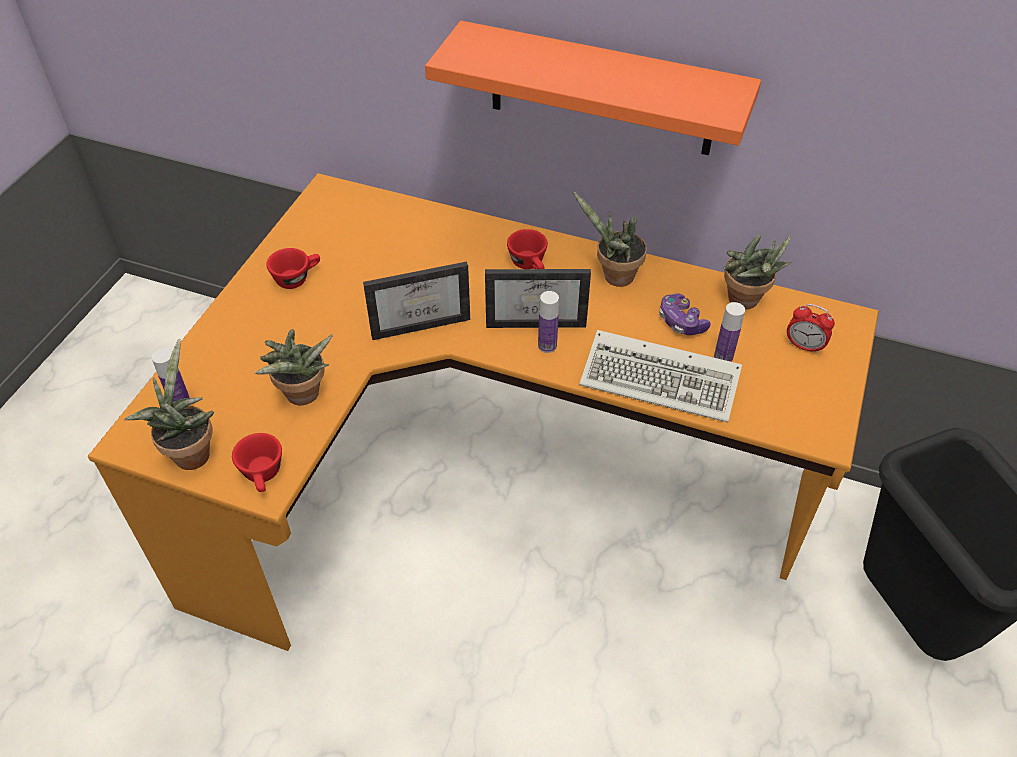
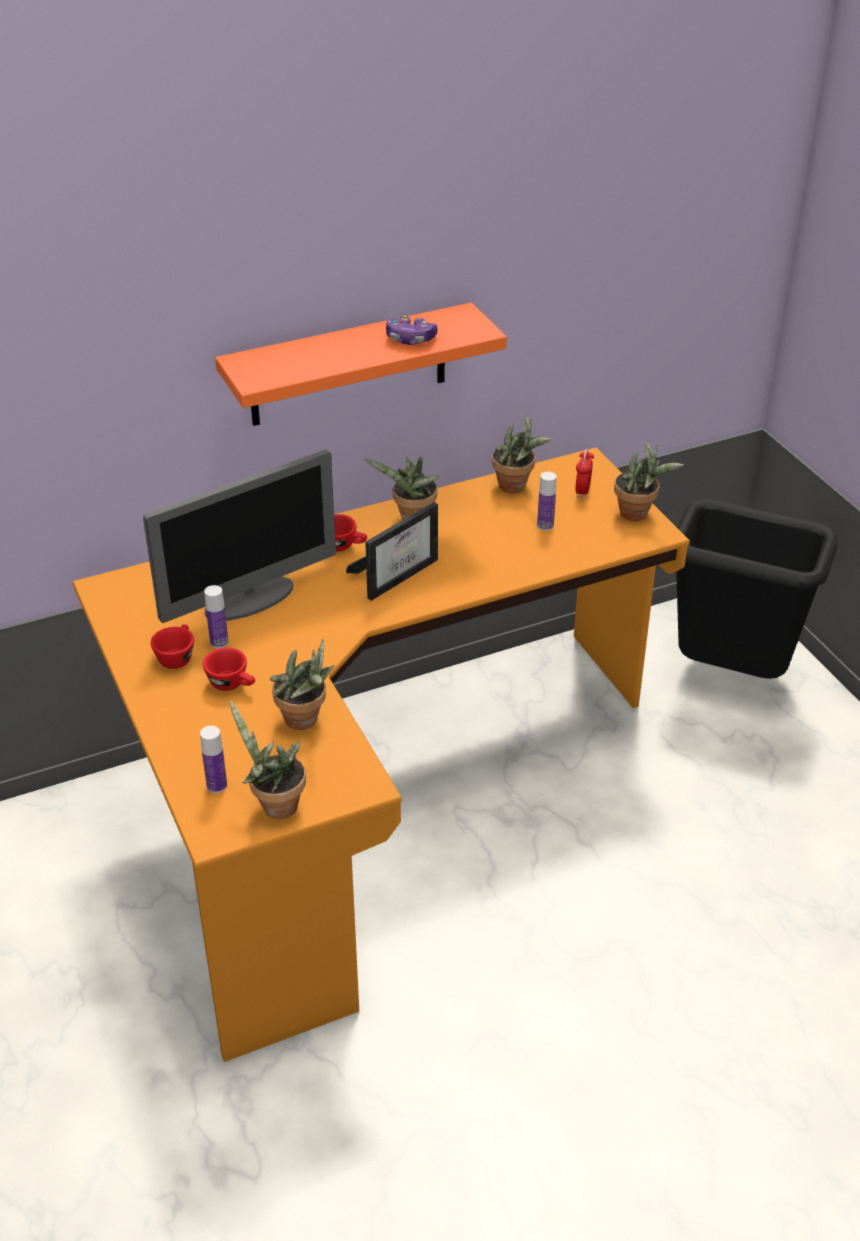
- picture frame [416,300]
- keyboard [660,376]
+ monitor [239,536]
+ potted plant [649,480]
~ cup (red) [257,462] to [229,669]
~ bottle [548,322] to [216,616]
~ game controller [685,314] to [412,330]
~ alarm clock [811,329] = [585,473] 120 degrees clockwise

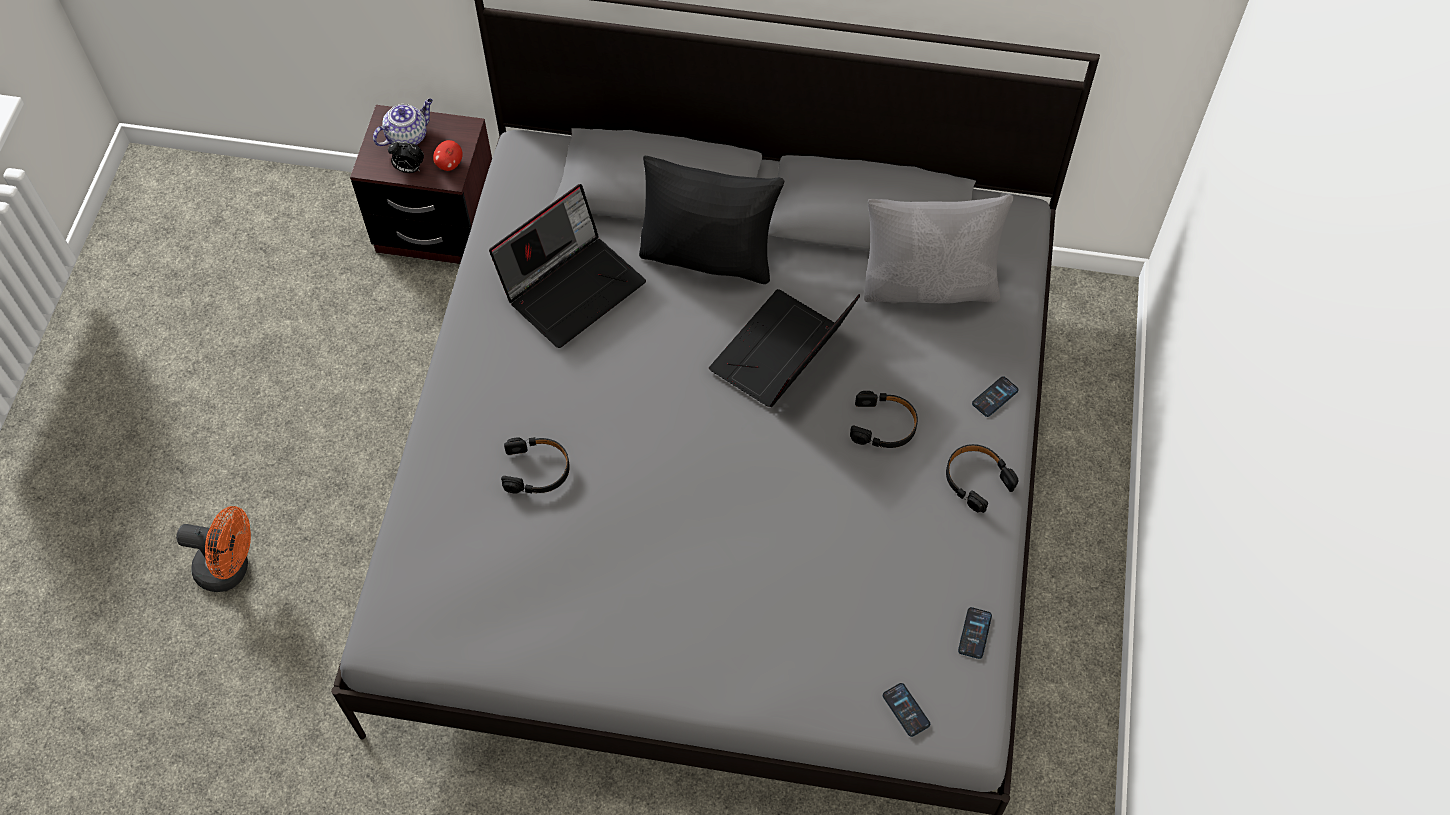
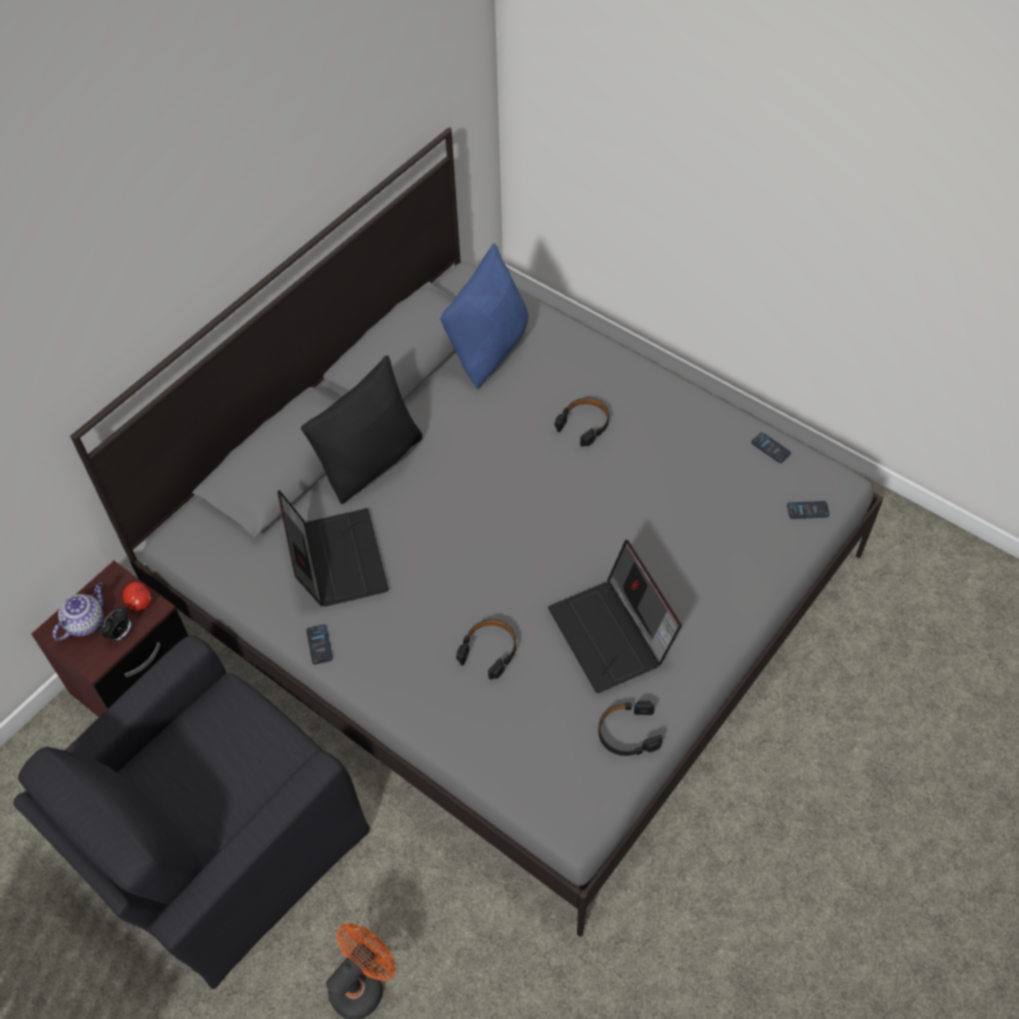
+ armchair (black) [191,812]
~ laptop [784,348] to [615,616]
~ headphones (black) [982,478] to [630,728]
~ phone [995,396] to [319,645]
~ pillow (grey) [938,249] to pillow (blue) [484,316]
~ teapot [403,122] = [78,612] 45 degrees clockwise

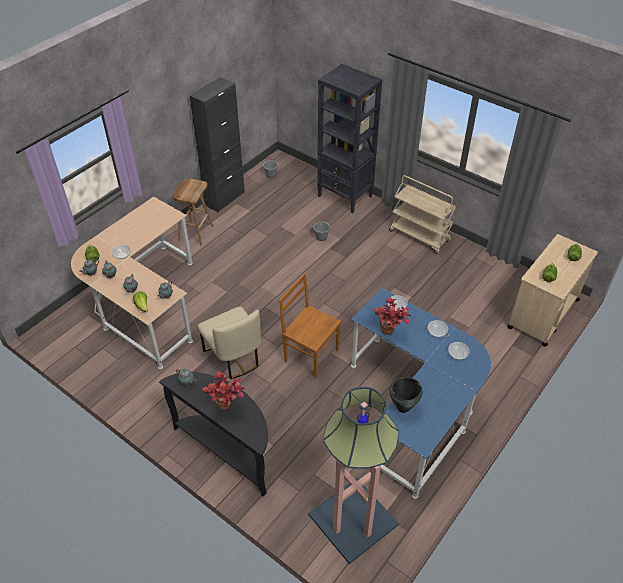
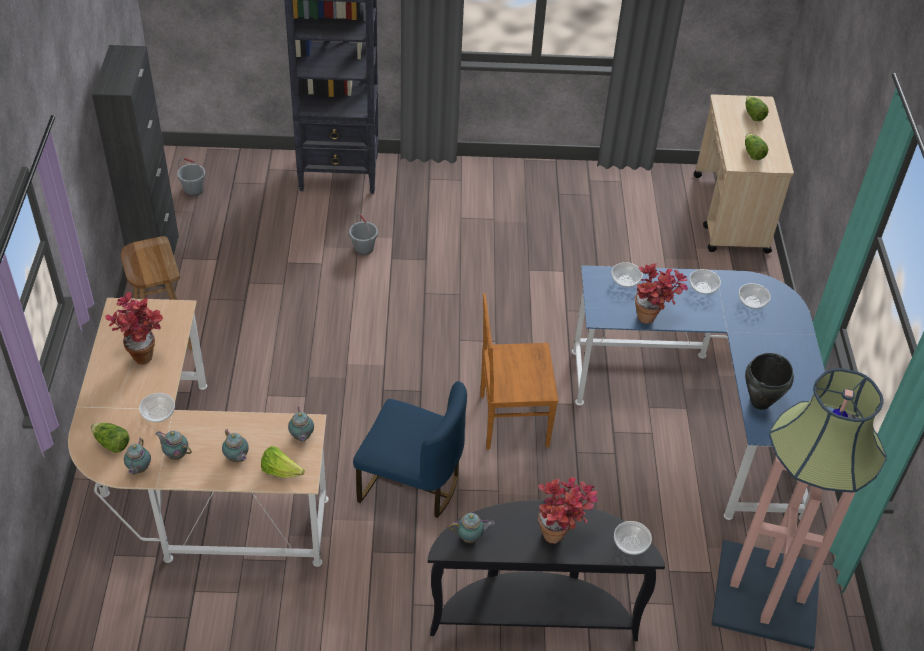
- cart (beige) [422,214]
+ potted plant [134,328]
+ bowl [633,538]
~ chair (beige) [229,342] to chair (blue) [410,449]

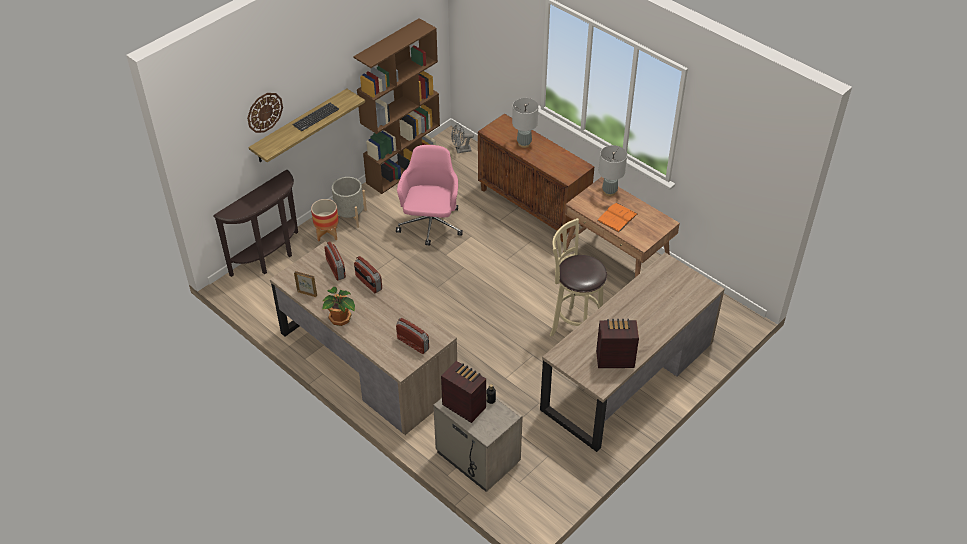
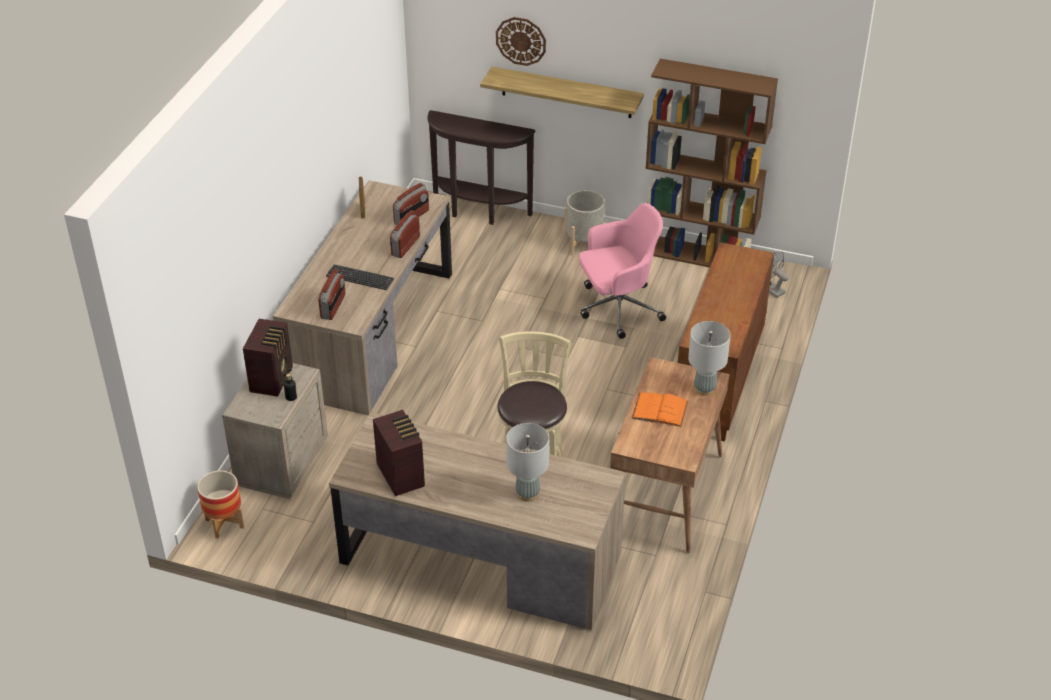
- potted plant [338,306]
~ keyboard [316,117] to [360,277]
~ planter [325,220] to [220,504]
~ table lamp (grey) [525,123] to [527,462]

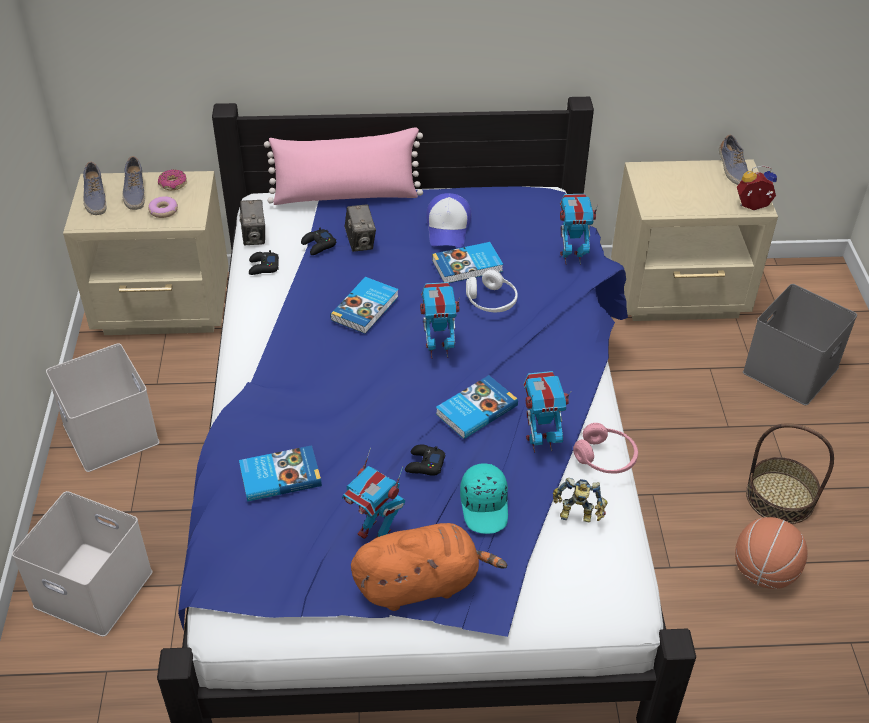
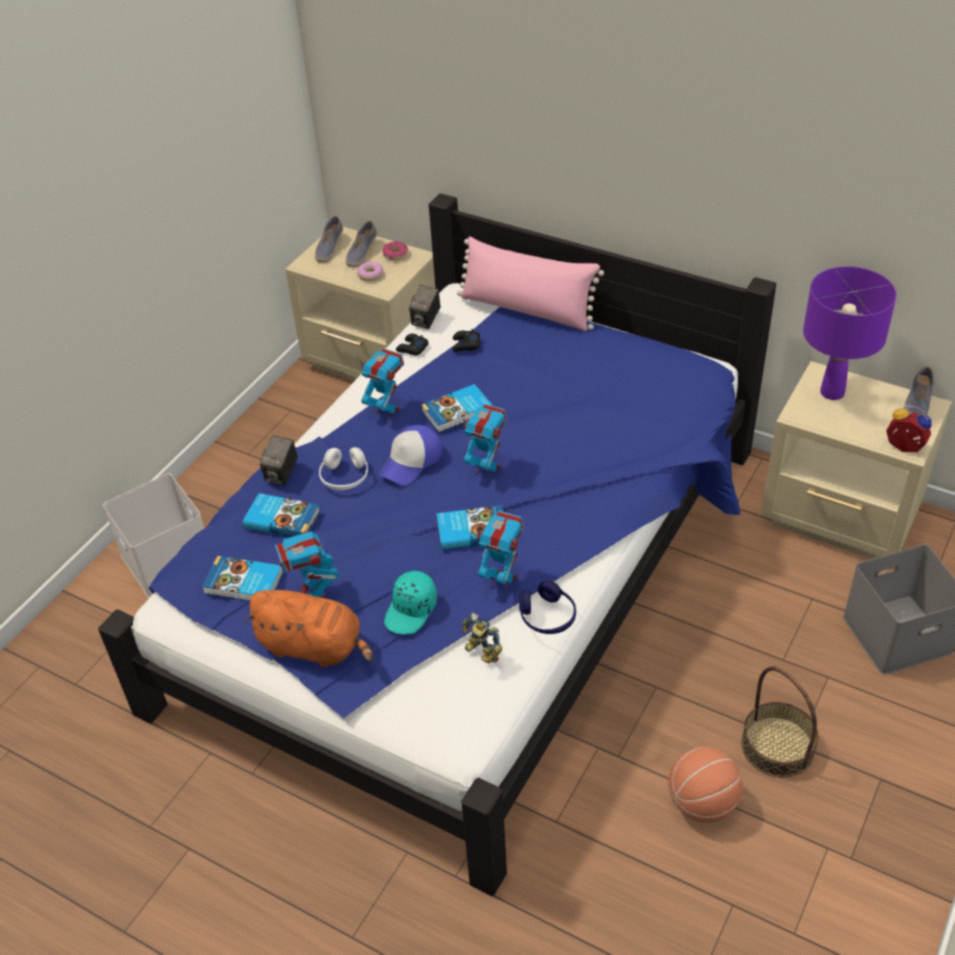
- storage box (white) [102,407]
- game controller (black) [425,460]
+ table lamp (purple) [850,333]
~ photo camera [360,228] to [279,460]
~ cap [448,220] to [411,455]
~ book [467,262] to [242,578]
~ headphones (white) [492,291] to [343,468]
~ toy robot [579,229] to [380,384]
~ headphones (pink) [605,448] to headphones (blue) [547,607]

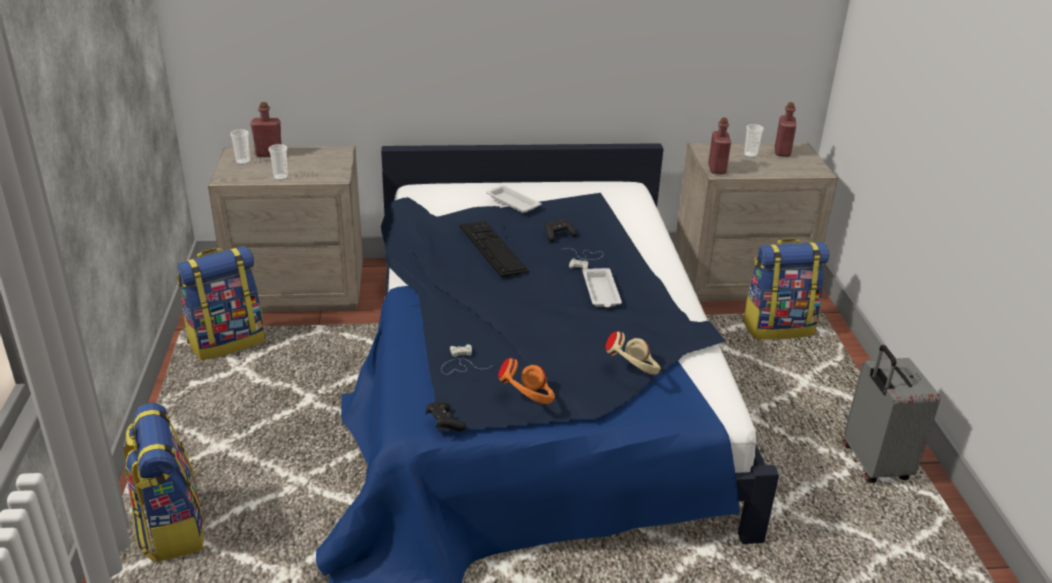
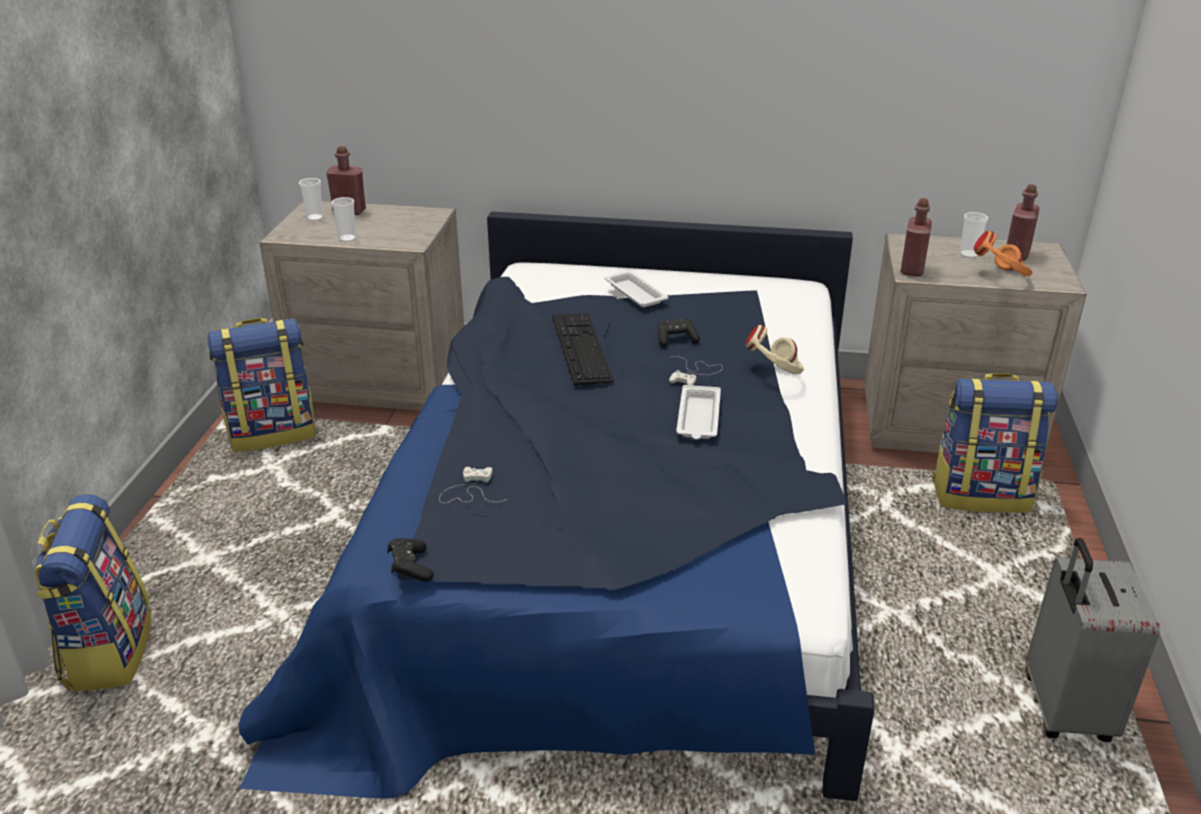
~ headphones (orange) [526,381] to [1003,253]
~ headphones (beige) [633,353] to [774,350]

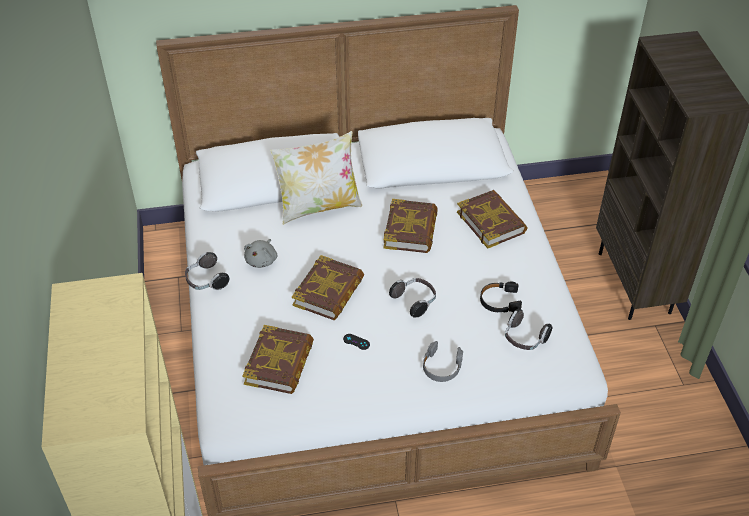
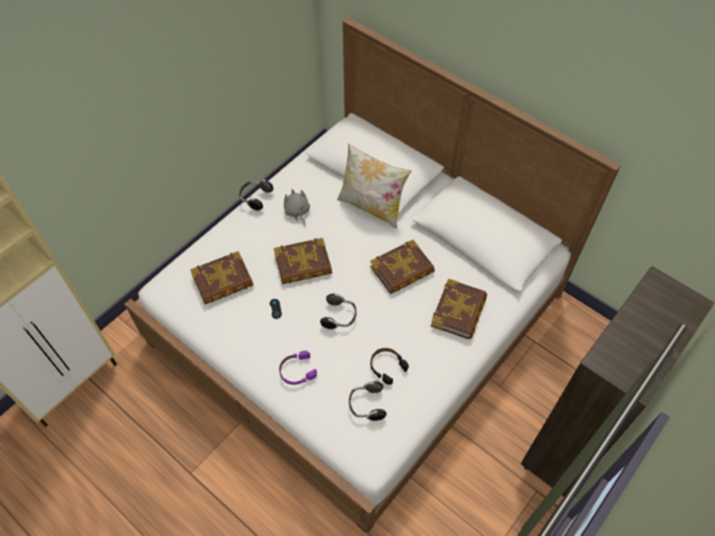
~ headphones (grey) [443,361] to headphones (purple) [298,368]
~ plush toy (grey) [260,253] = [297,207] 90 degrees clockwise

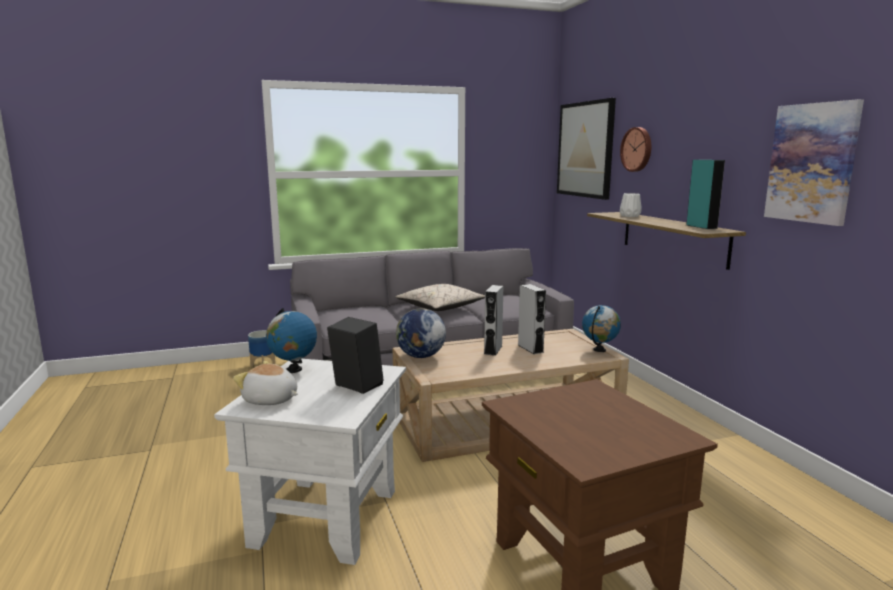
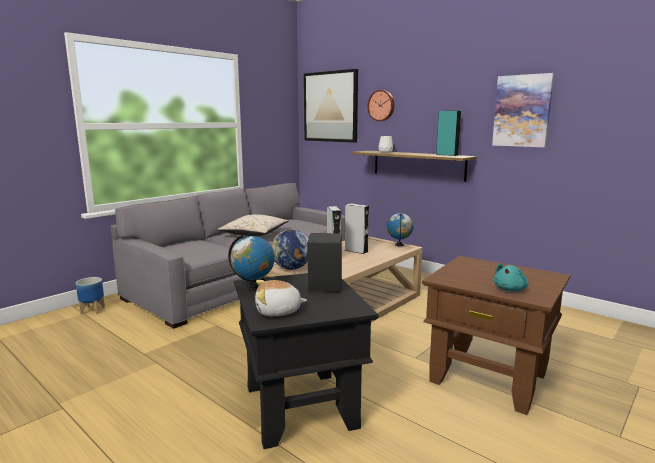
+ plush toy (turquoise) [511,277]
~ side table (white) [310,462] to side table (black) [306,361]

